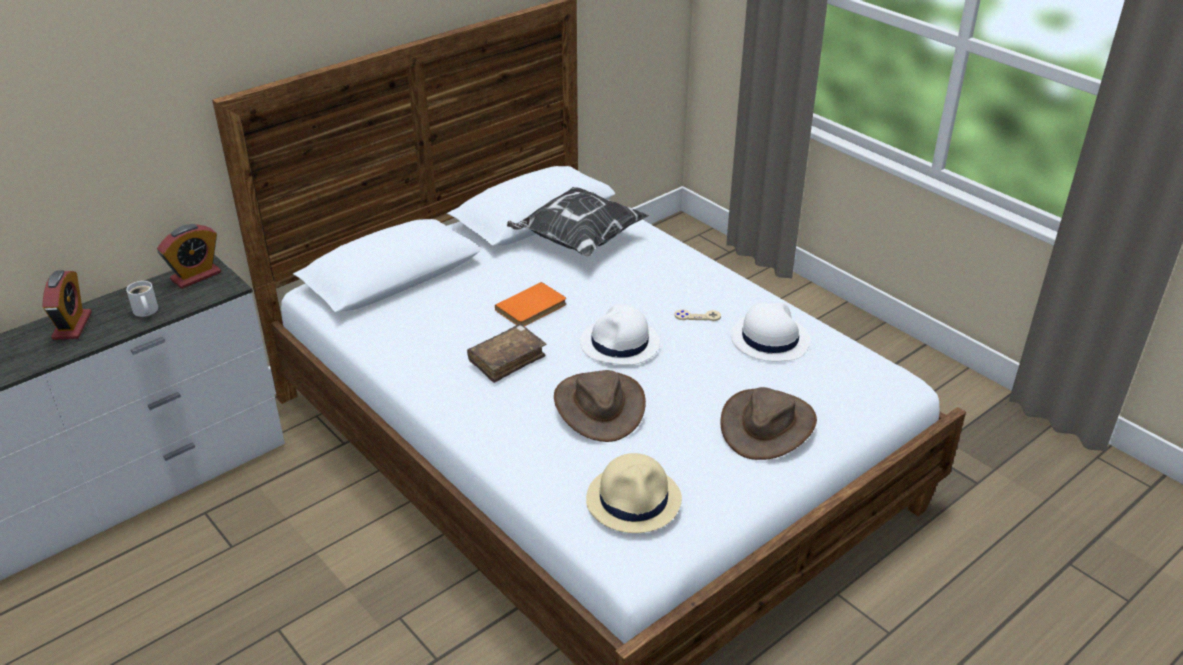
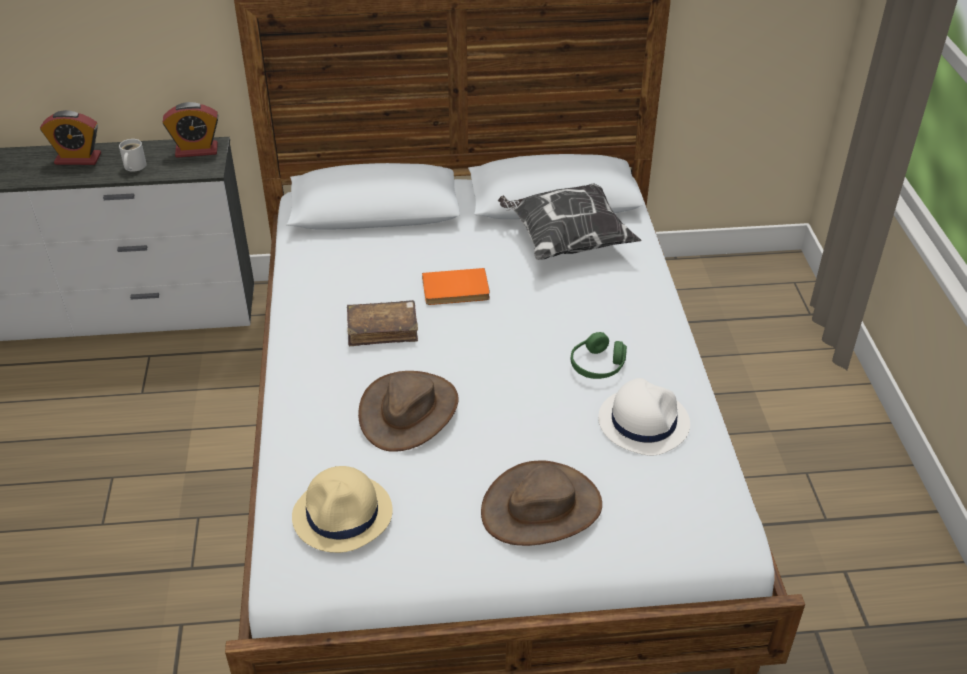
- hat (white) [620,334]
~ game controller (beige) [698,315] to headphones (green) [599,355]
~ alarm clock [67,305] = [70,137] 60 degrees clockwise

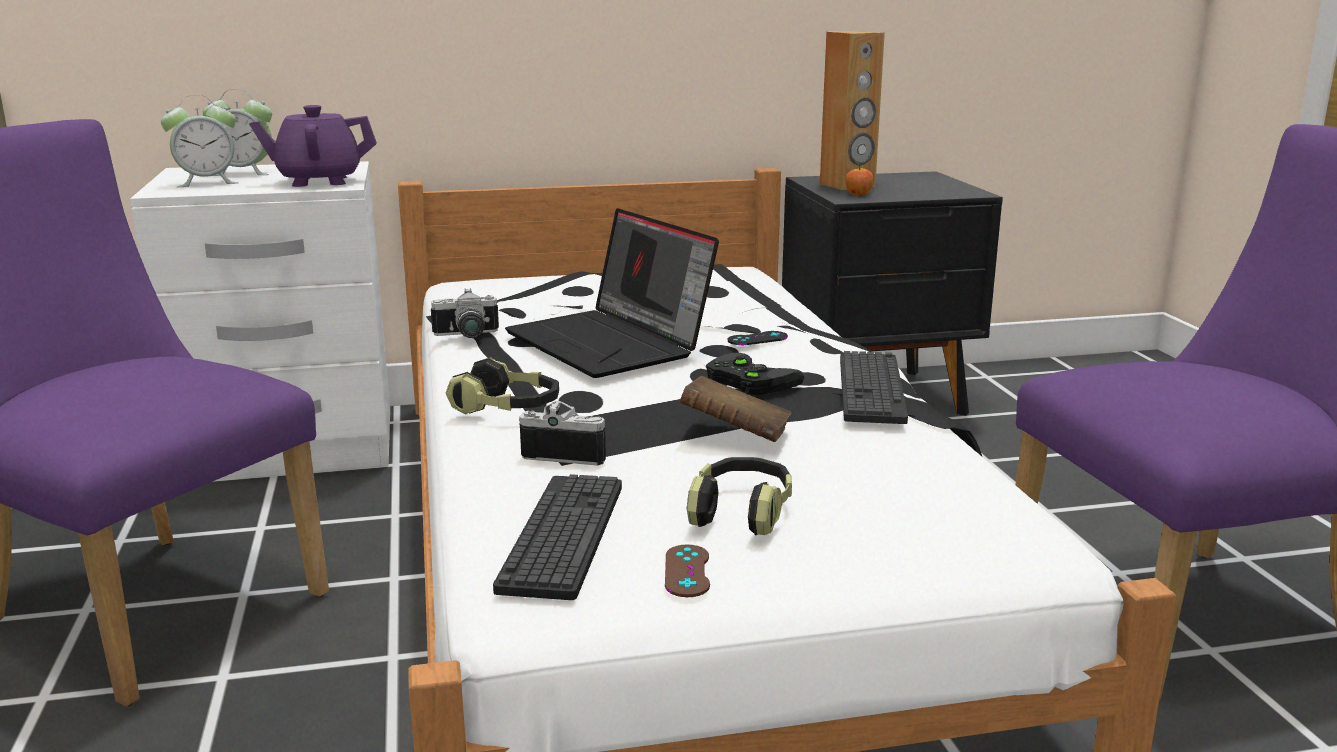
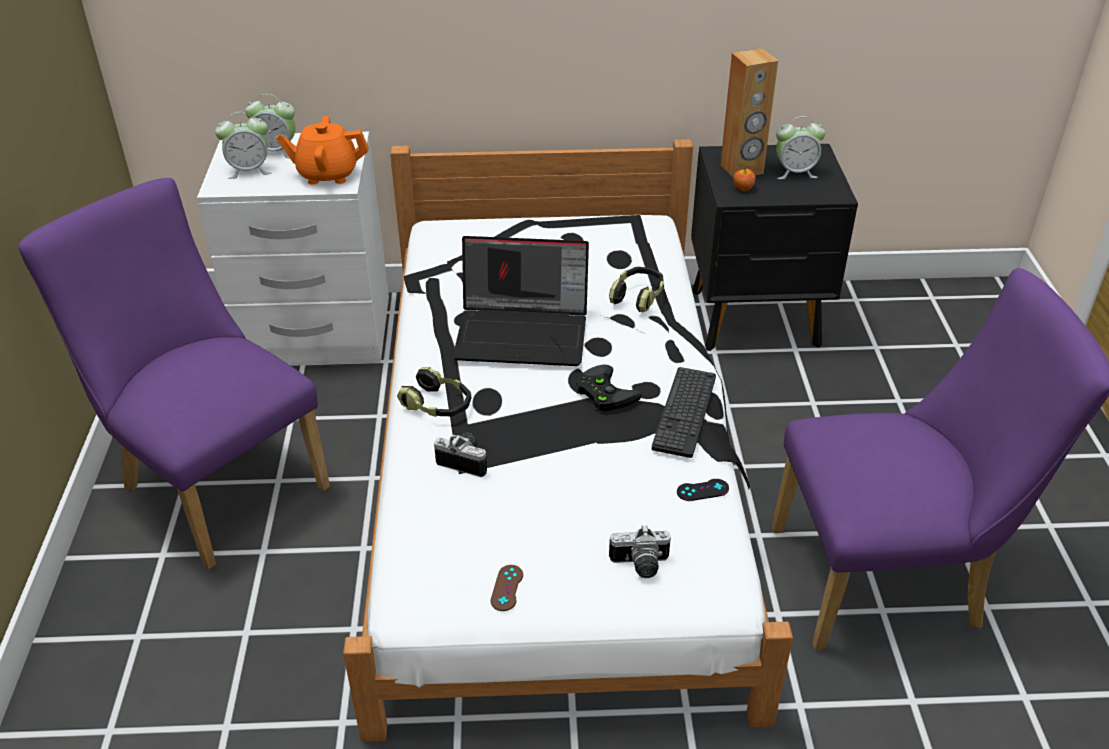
- keyboard [557,537]
- book (brown) [735,409]
+ alarm clock [800,147]
~ photo camera [465,313] to [640,551]
~ headphones [739,496] to [636,289]
~ game controller (black) [758,338] to [703,490]
~ teapot (purple) [313,146] to teapot (orange) [322,150]
~ laptop [612,293] = [521,301] 60 degrees counterclockwise

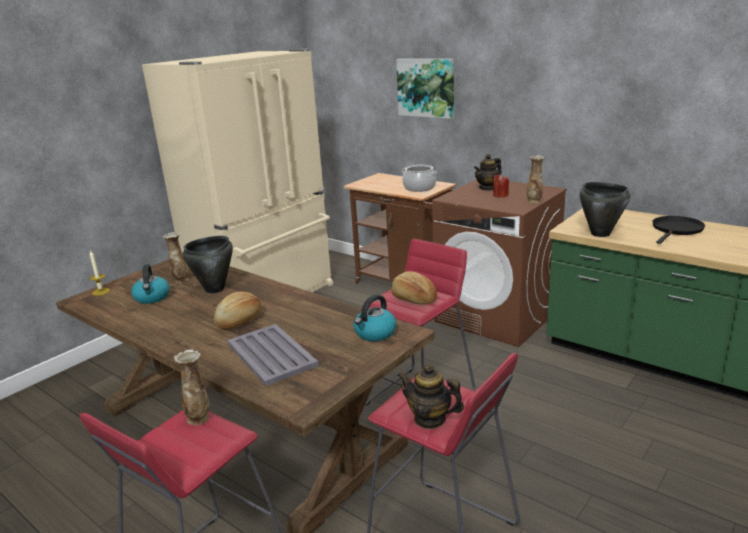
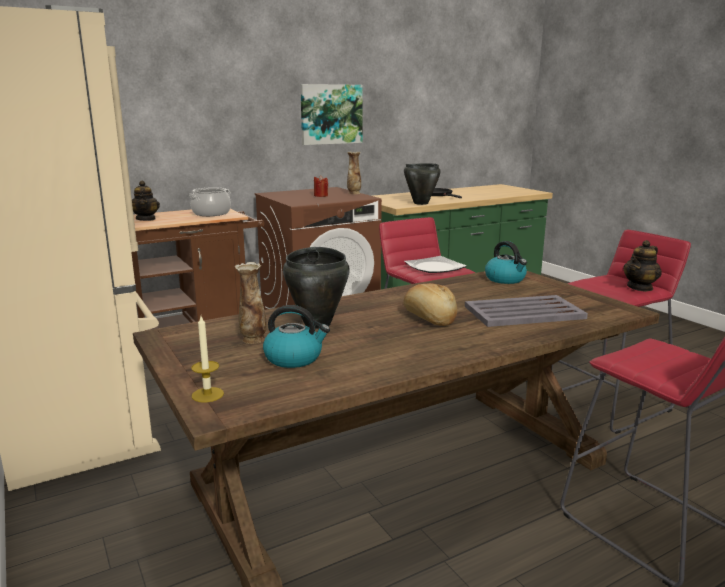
- vase [191,387]
~ picture [425,89] to [331,114]
~ teapot [488,172] to [146,200]
~ bread [414,288] to plate [435,264]

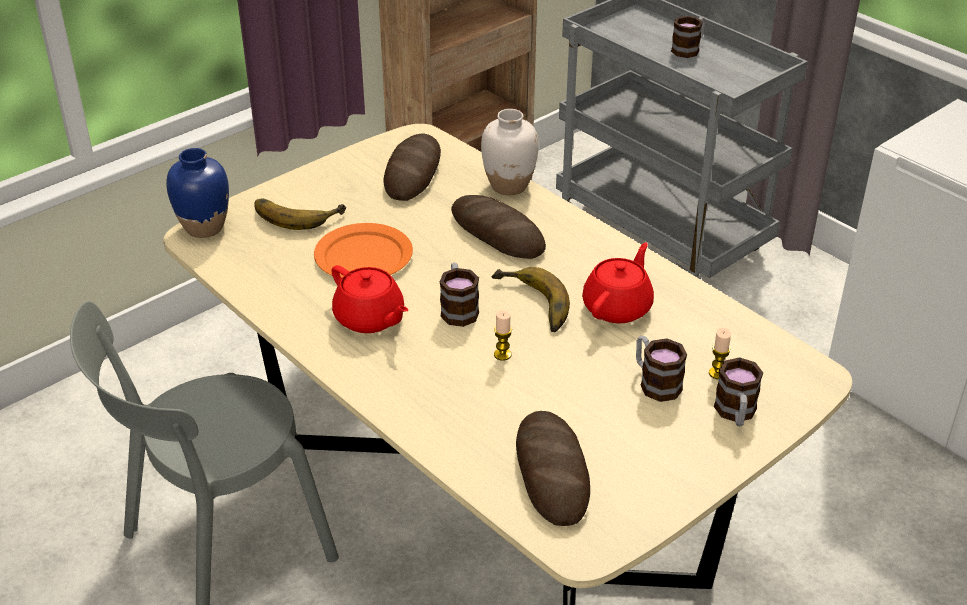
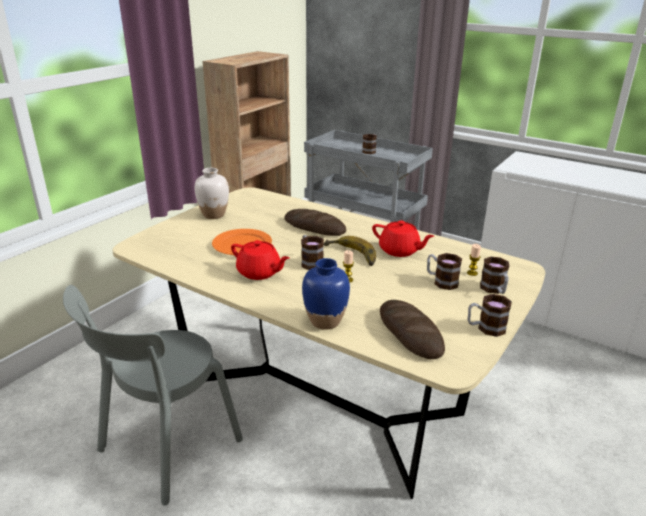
- banana [300,214]
- bread [412,167]
+ mug [490,315]
~ vase (blue) [197,193] to [326,294]
~ vase (white) [510,152] to [212,193]
~ teapot (red) [618,283] = [403,238] 105 degrees clockwise

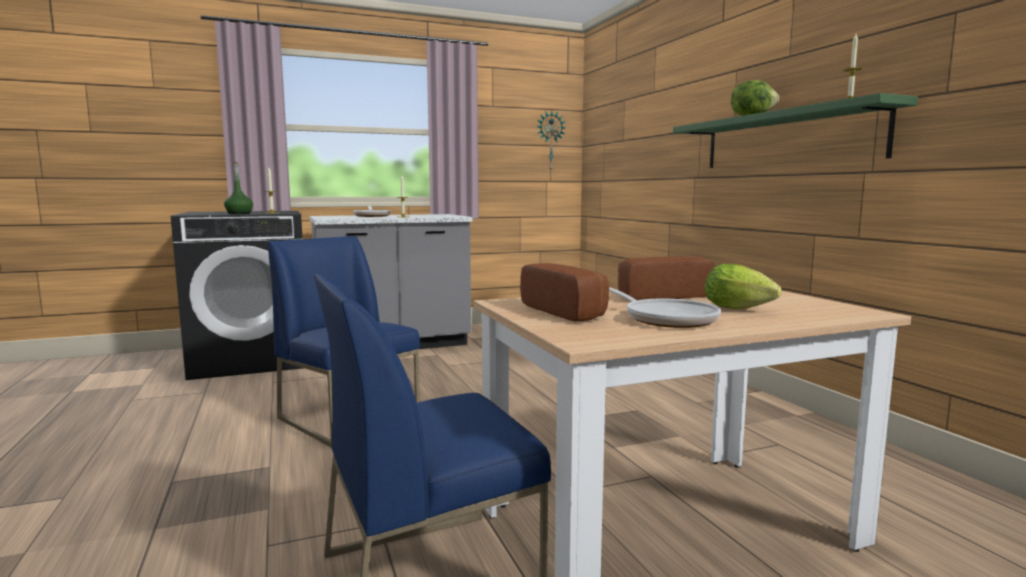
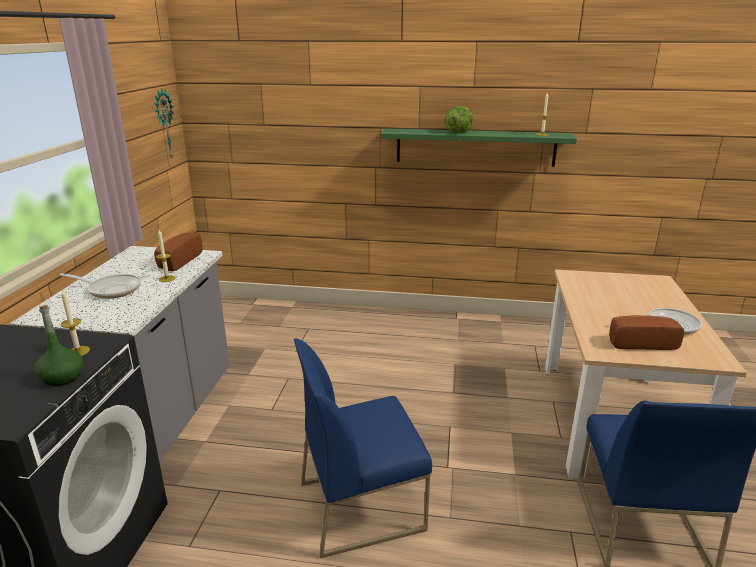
- lettuce [742,286]
~ bread [666,278] to [178,251]

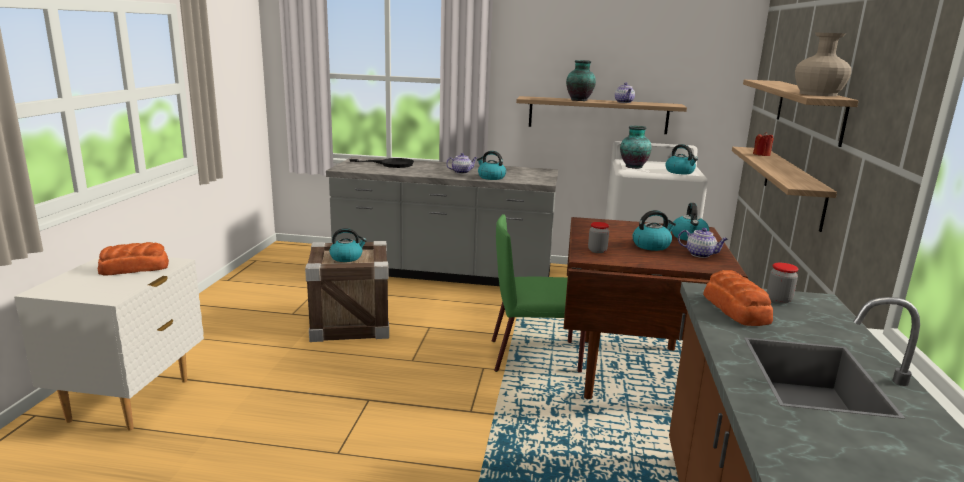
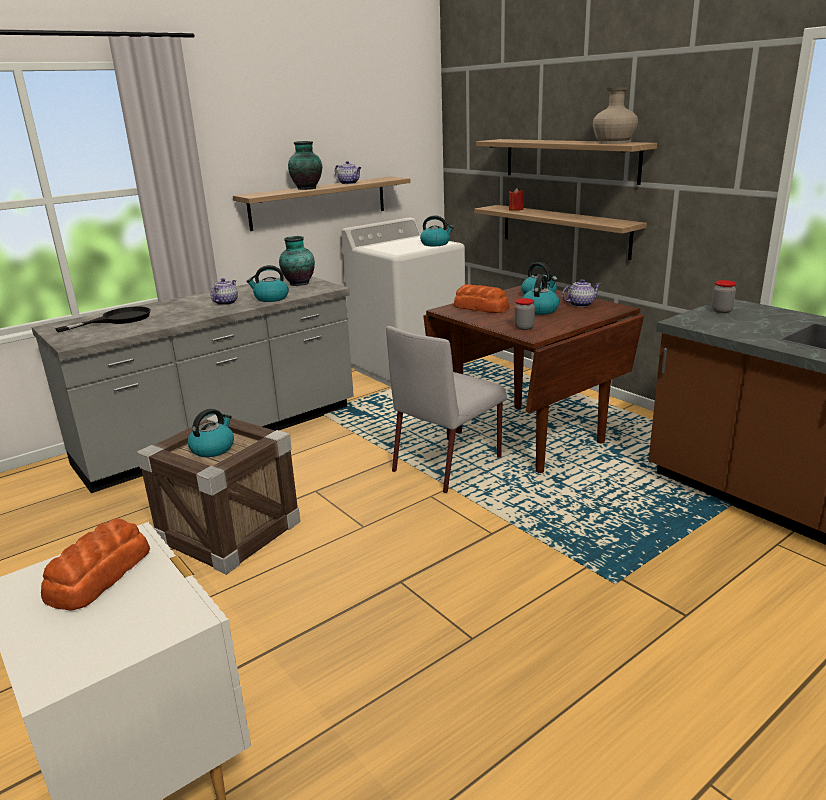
~ vase [636,147] to [297,261]
~ bread [738,298] to [481,298]
~ chair (green) [539,293] to chair (grey) [446,409]

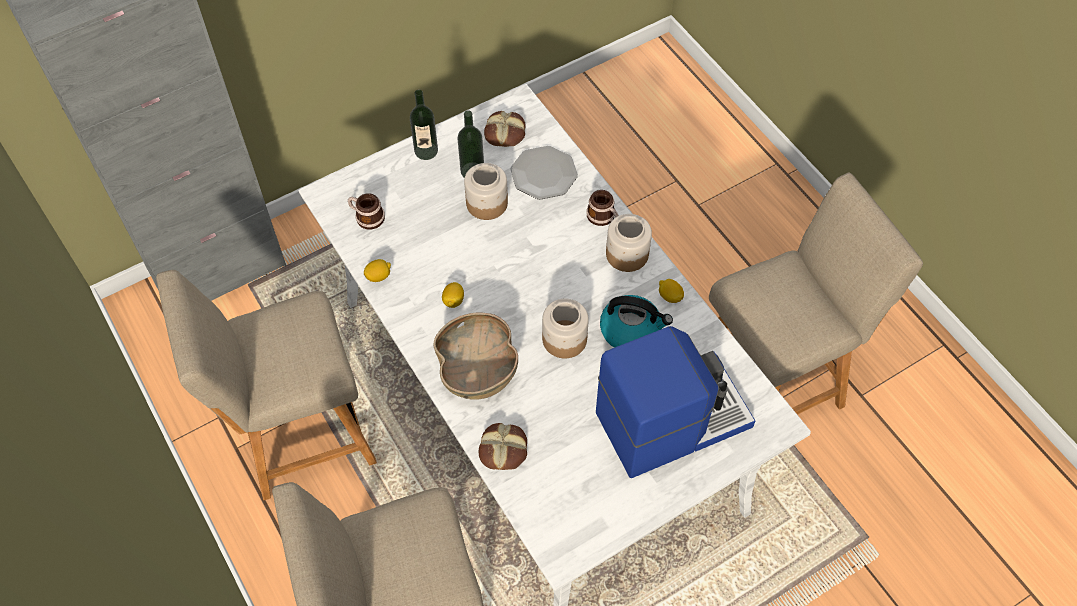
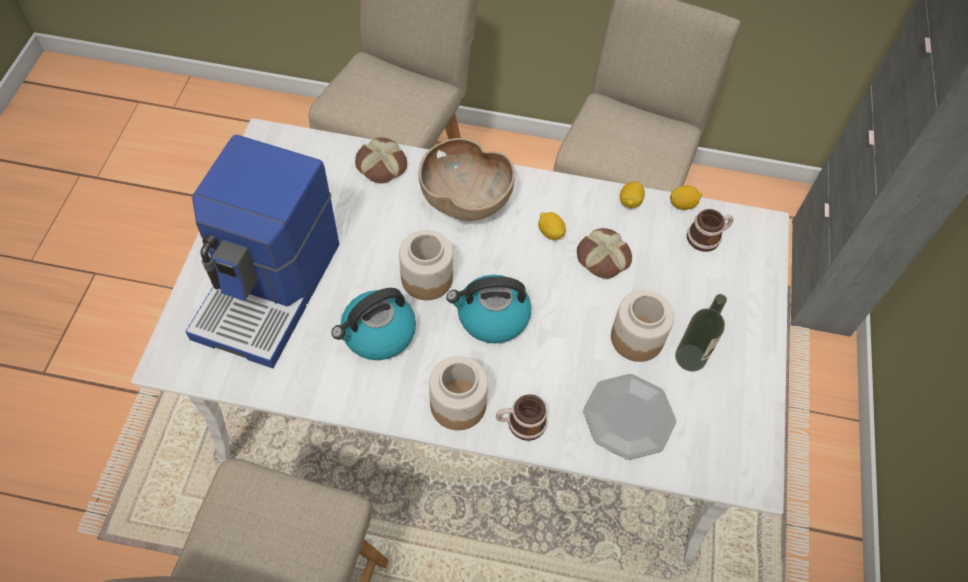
- bottle [424,125]
+ kettle [488,309]
~ bread [505,129] to [604,253]
~ lemon [671,291] to [686,197]

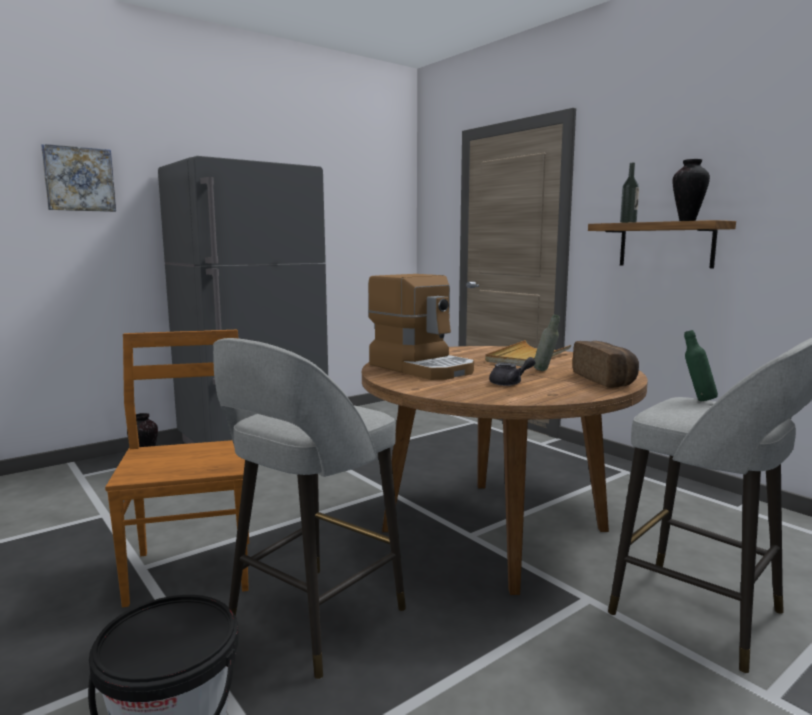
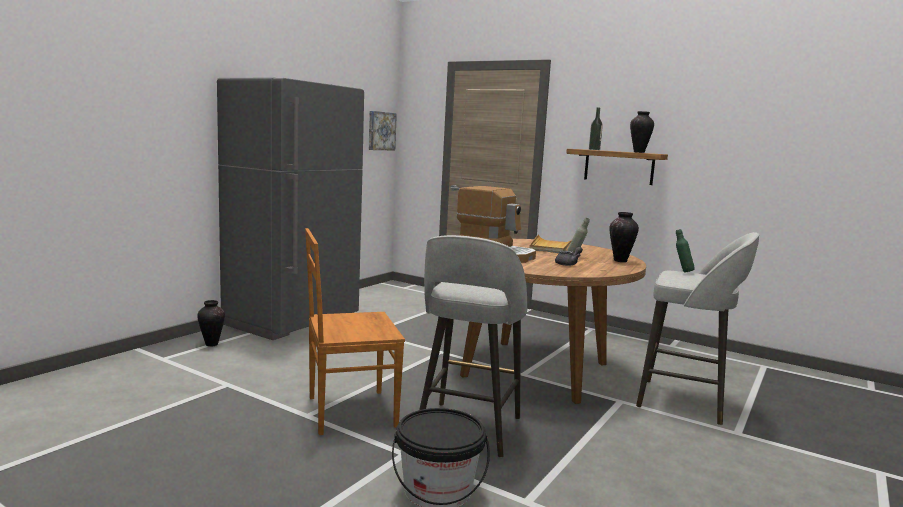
~ picture [78,178] to [383,130]
~ bread [606,364] to vase [624,237]
~ chair (brown) [177,468] = [355,331] 75 degrees counterclockwise

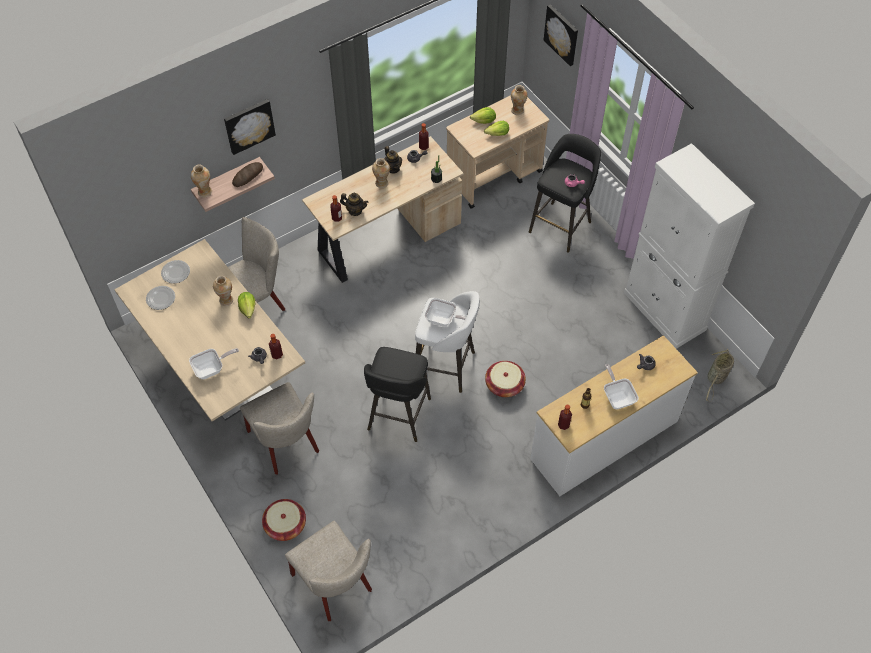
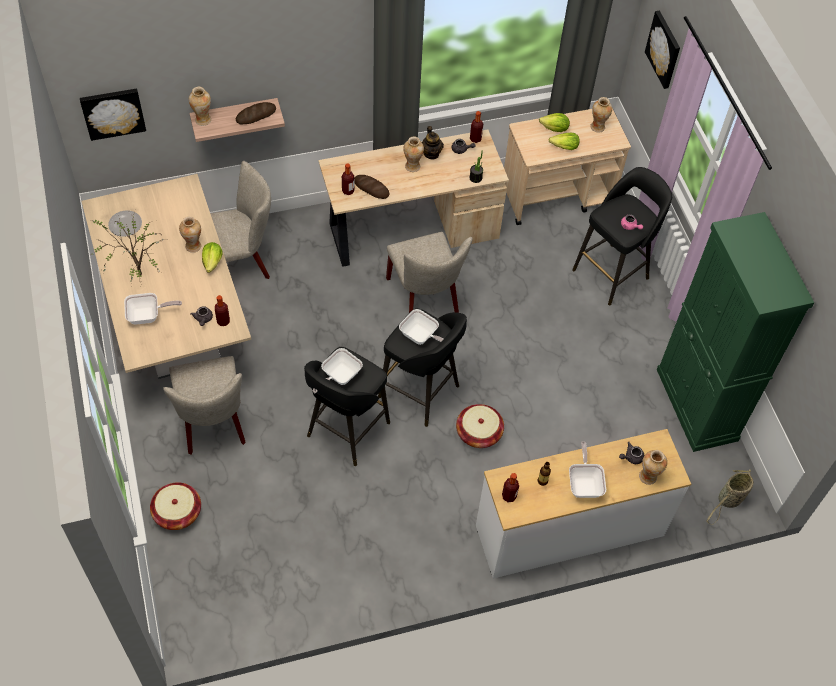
- plate [175,271]
+ potted plant [127,247]
+ frying pan [338,370]
+ vase [653,467]
~ picture [250,127] to [113,115]
~ chair (beige) [328,571] to [429,272]
~ teapot [354,204] to bread [372,187]
~ stool (white) [447,342] to stool (black) [422,367]
~ cabinet (white) [689,246] to cabinet (green) [735,332]

